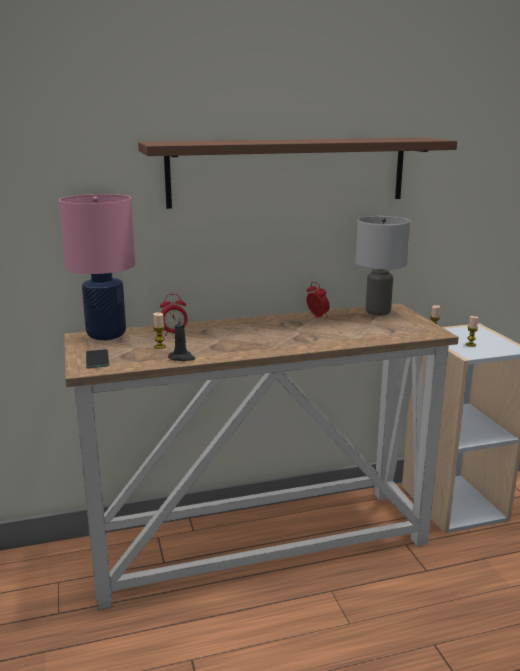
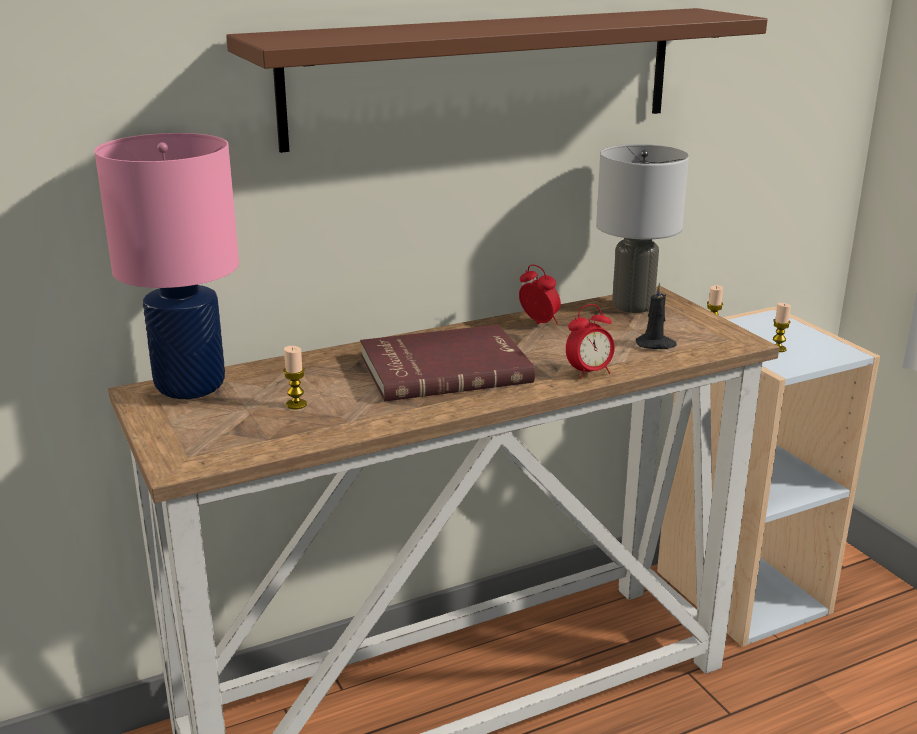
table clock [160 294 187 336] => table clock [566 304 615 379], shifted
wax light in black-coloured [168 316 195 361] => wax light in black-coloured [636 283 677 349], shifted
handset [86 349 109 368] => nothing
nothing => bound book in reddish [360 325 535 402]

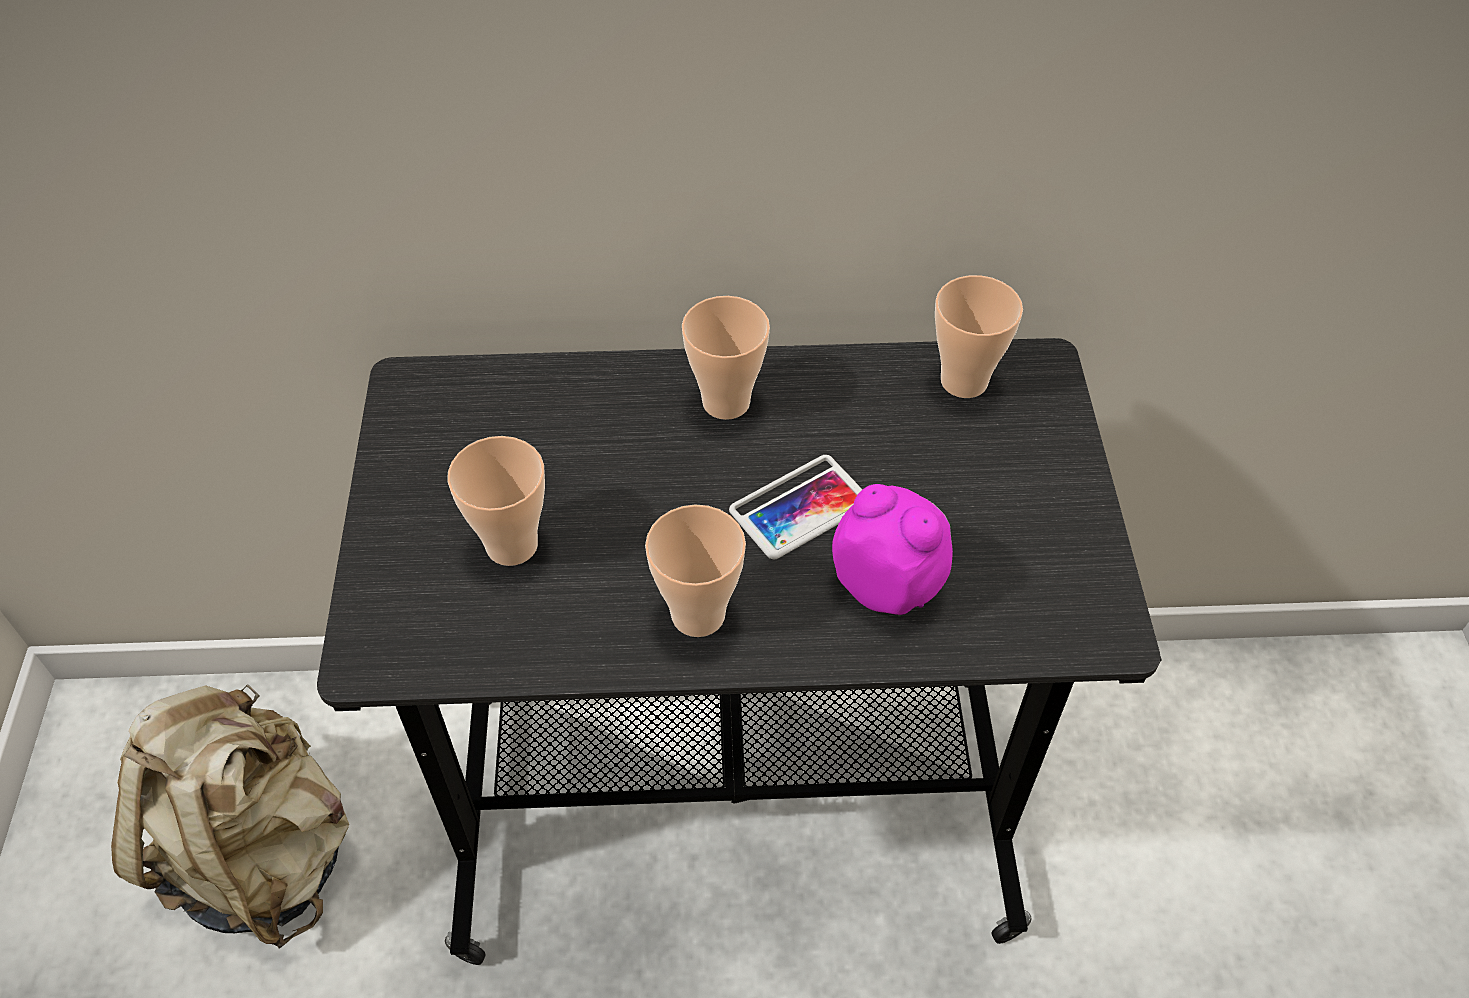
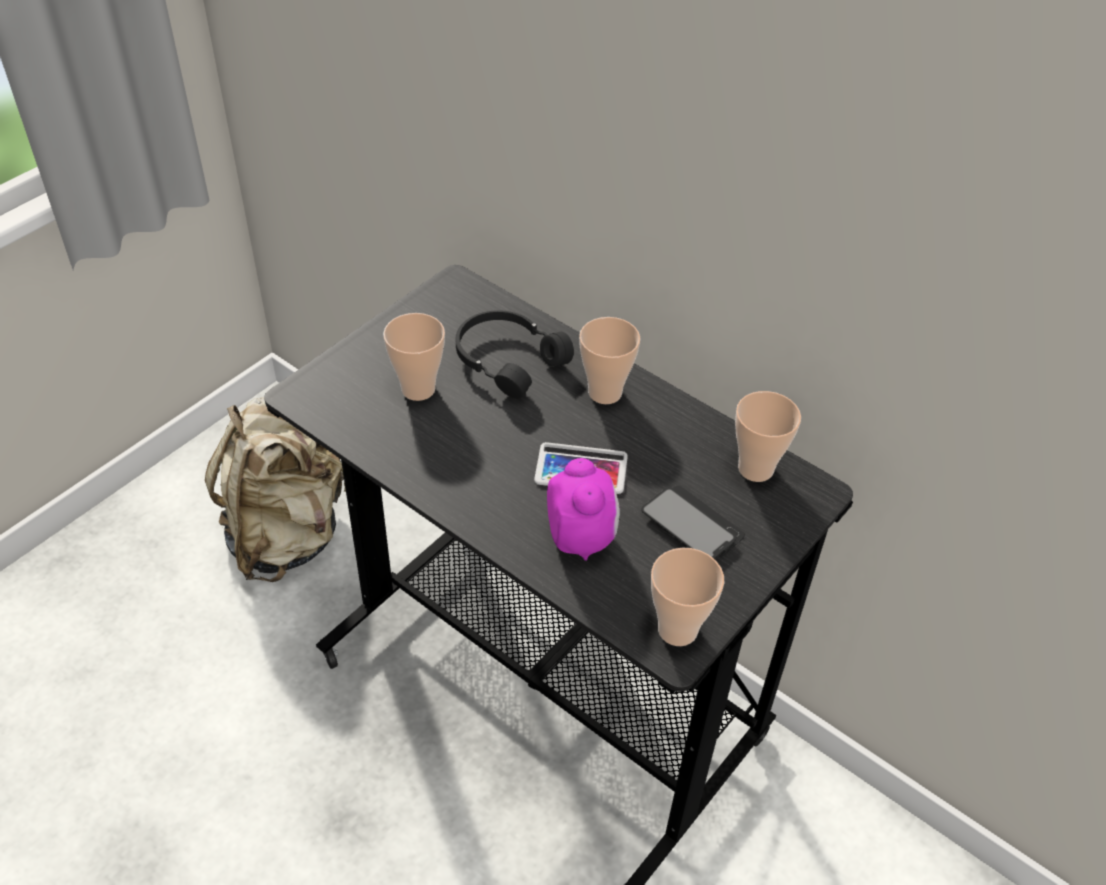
small cup [645 504 746 637] => small cup [651 548 724 646], shifted
nothing => pair of headphones in black-coloured [455 310 574 399]
nothing => handset [641 485 745 559]

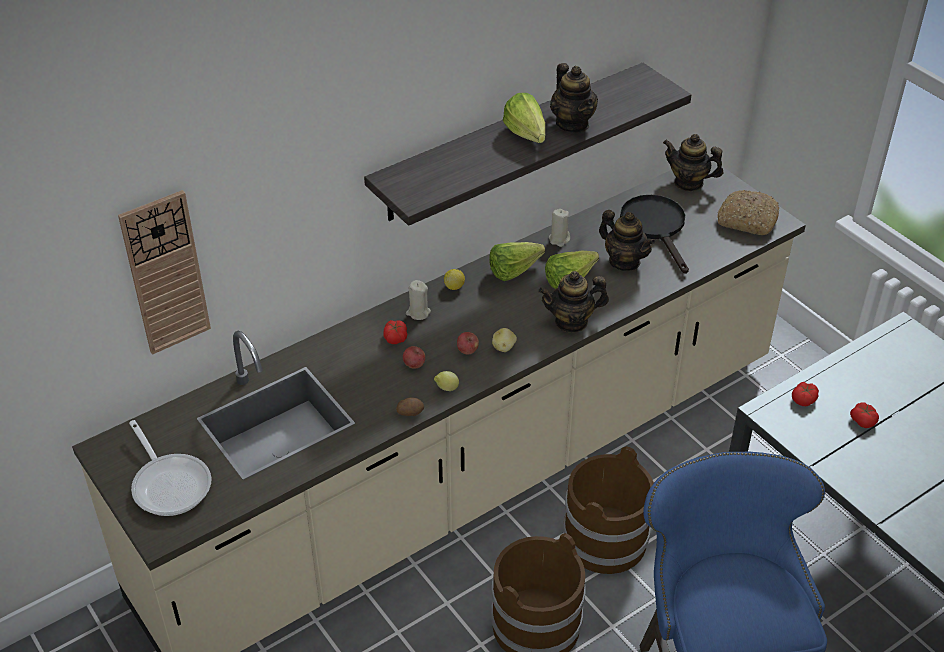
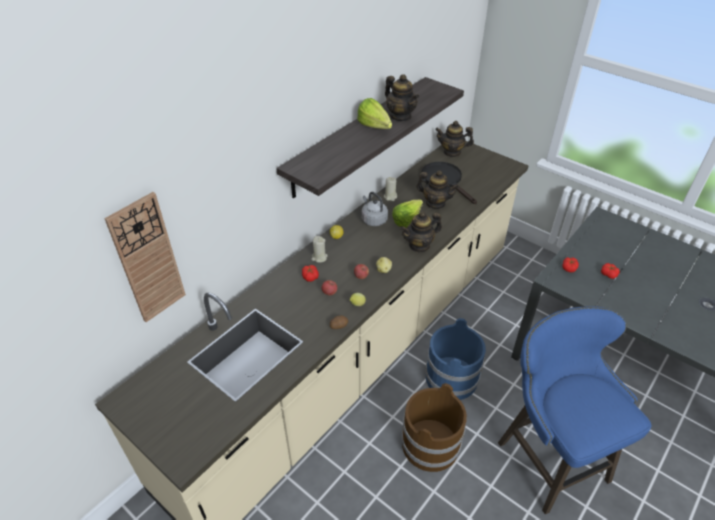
baked bread [717 190 779 235] => nothing
head of lettuce [489 242 545 281] => kettle in grey [361 192 388 226]
pan [129 420 211 516] => nothing
pail in brown [563 446 654 574] => pail in blue [425 318 486 400]

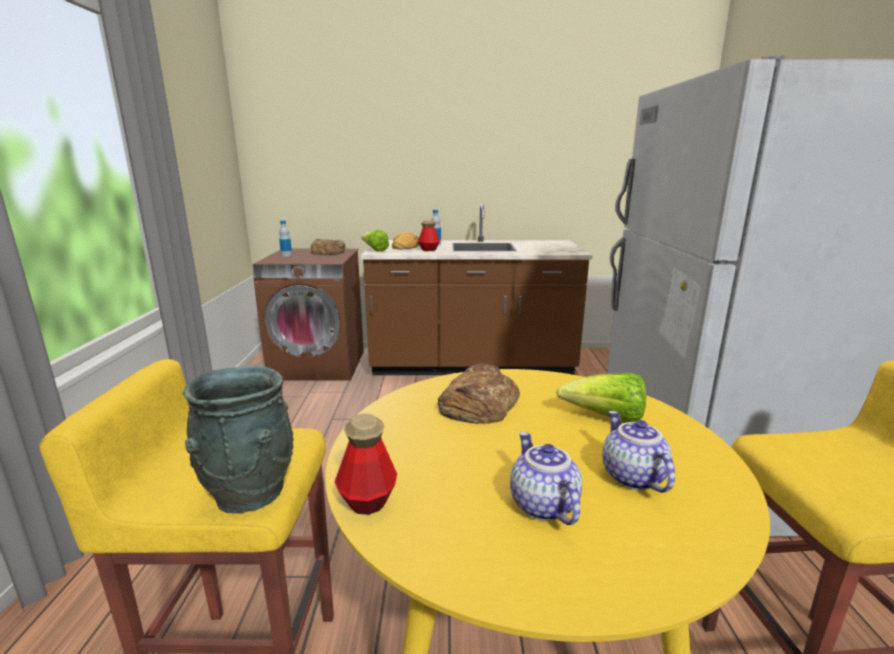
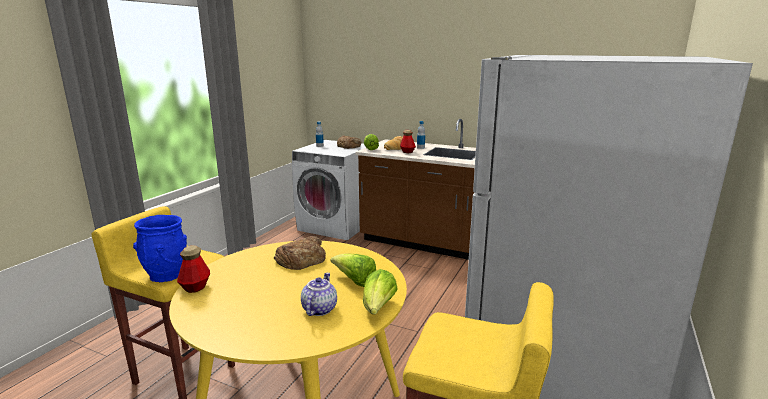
laundry machine in brown [253 249 364 381] => laundry machine in whitish [292 140 366 240]
decorative vase in grey [182 365 294 514] => decorative vase in blue [133 215 187 282]
teapot [510 432 582 525] => nothing
nothing => head of lettuce [363 269 398 314]

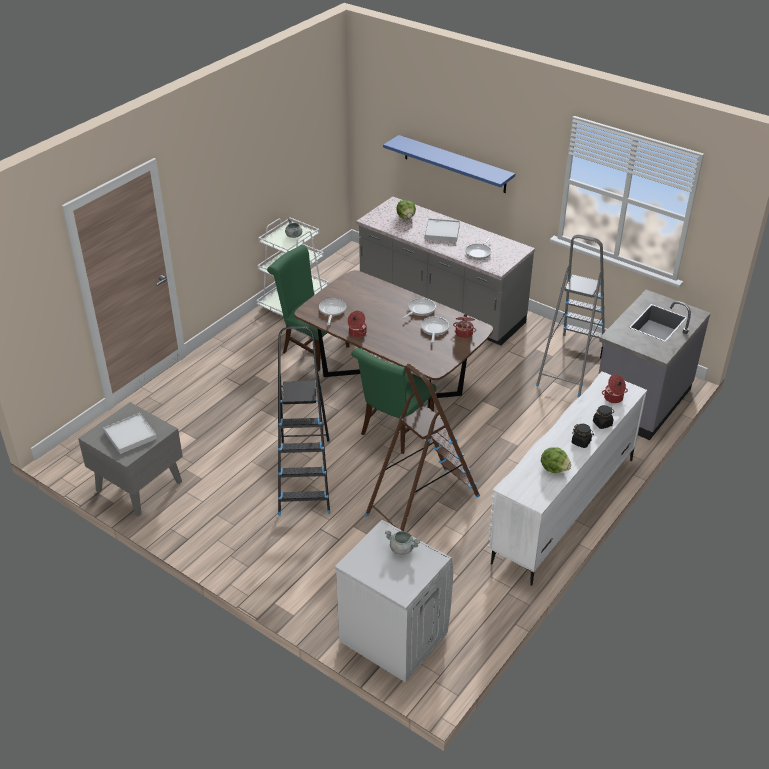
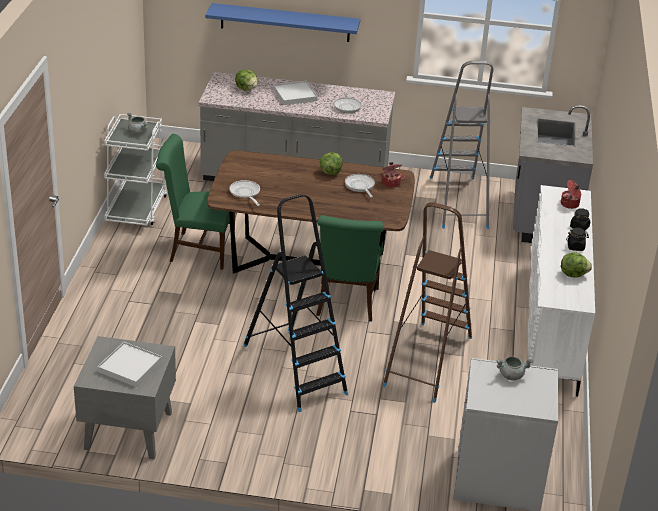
pan [403 298 436 319] => head of lettuce [320 152 342 175]
cooking pot [347 311 366 338] => nothing

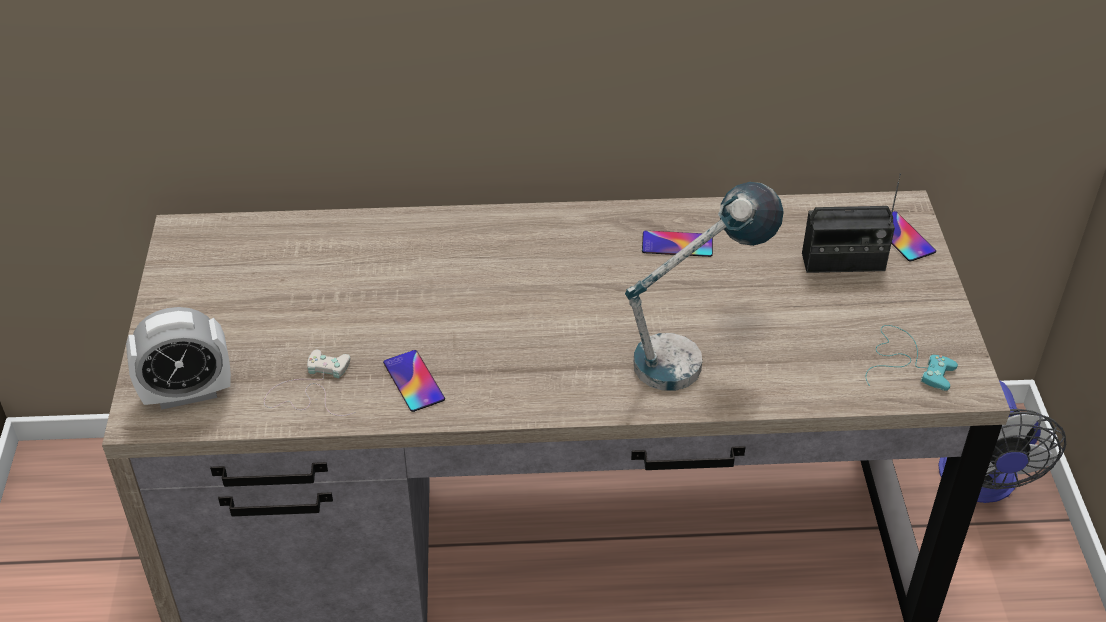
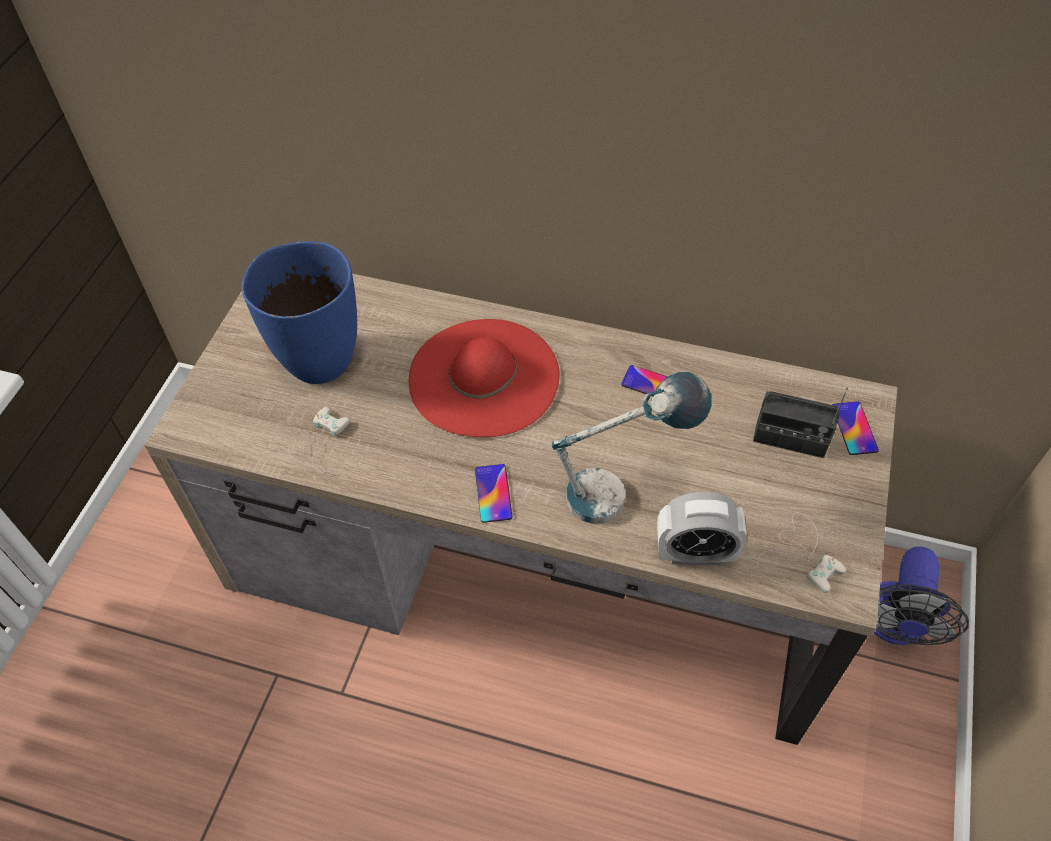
table clock [126 307 231 410] => table clock [657 492 747 566], shifted
gamepad in turquoise [866 325 958 391] => gamepad in whitish [757 513 846 593]
handset [383 350 445 412] => handset [475 464 513 523], shifted
nothing => decorative vase in blue [242 241 357 384]
nothing => wearable hat in reddish [409 319 560 437]

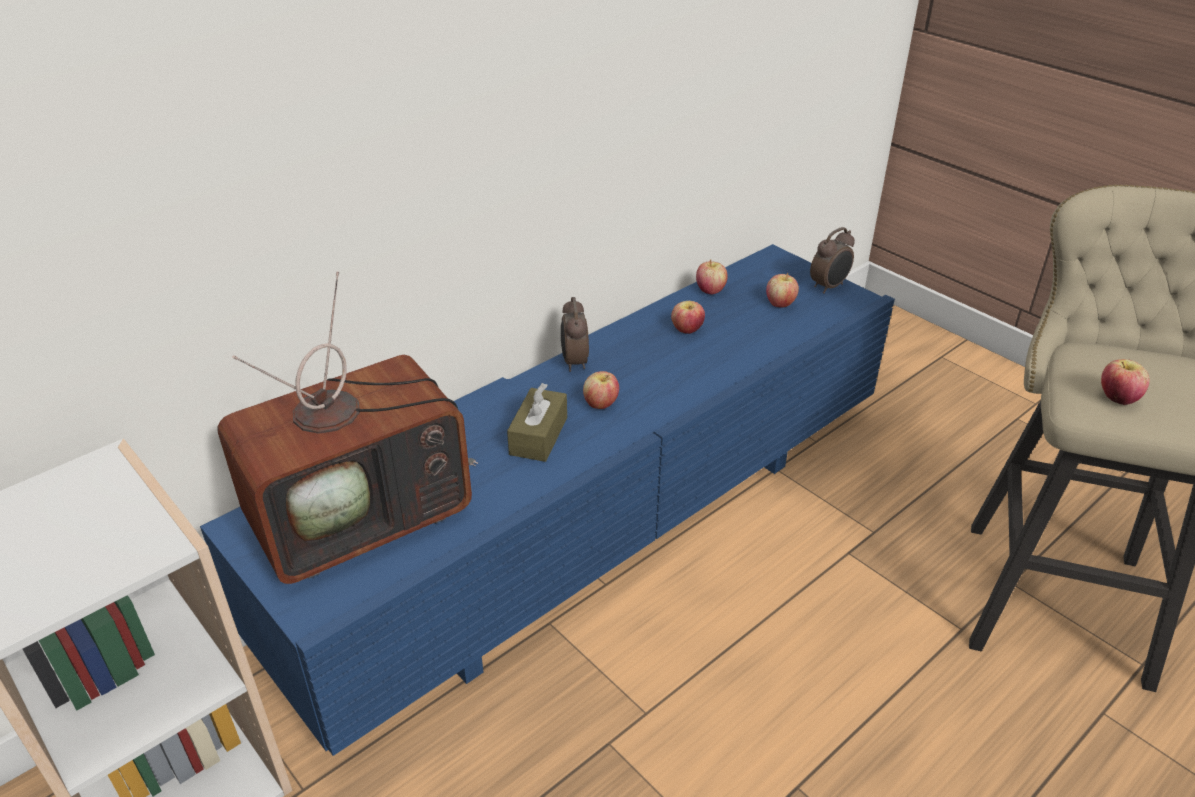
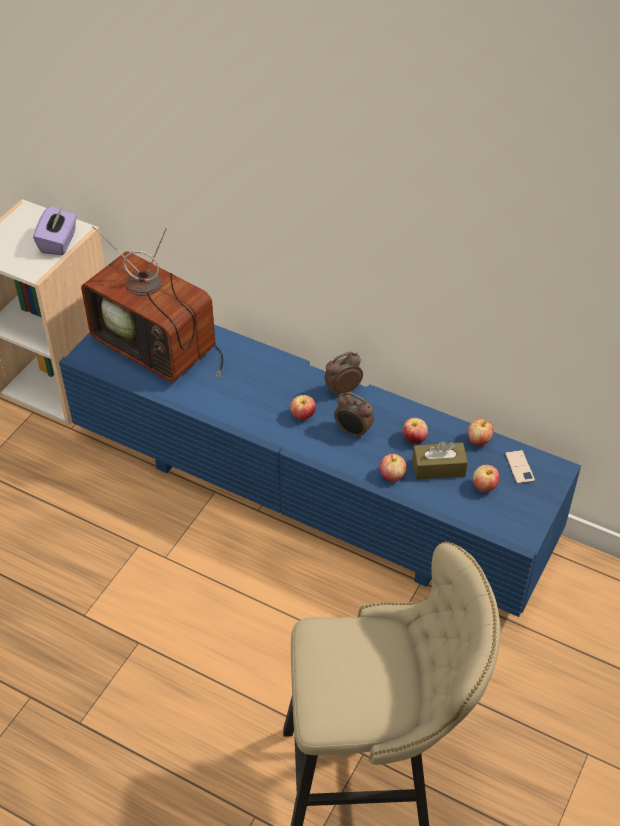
table clock [810 227 855 294] => table clock [334 392 374 439], shifted
apple [1101 359 1150 405] => apple [380 454 407 482], shifted
box of tissues in brown [507 383 567 462] => box of tissues in brown [412 441 468 480], shifted
nothing => box of tissues in purplish [33 206 77 255]
nothing => handset [505 450 535 484]

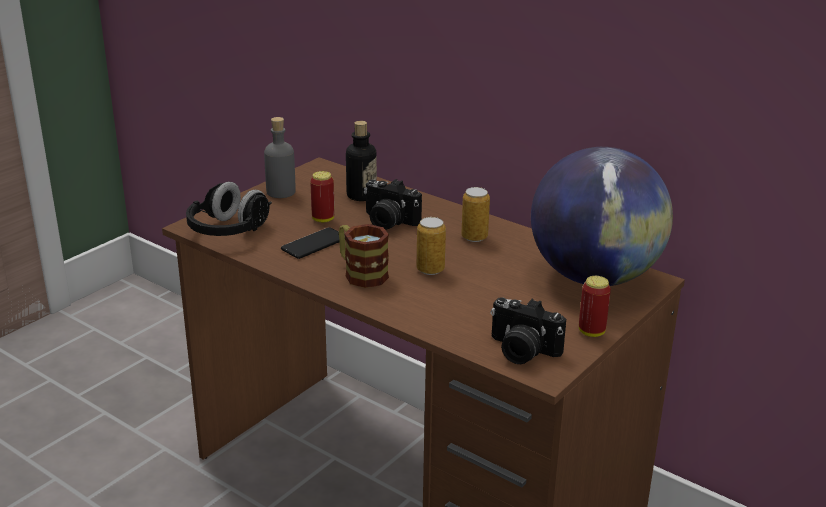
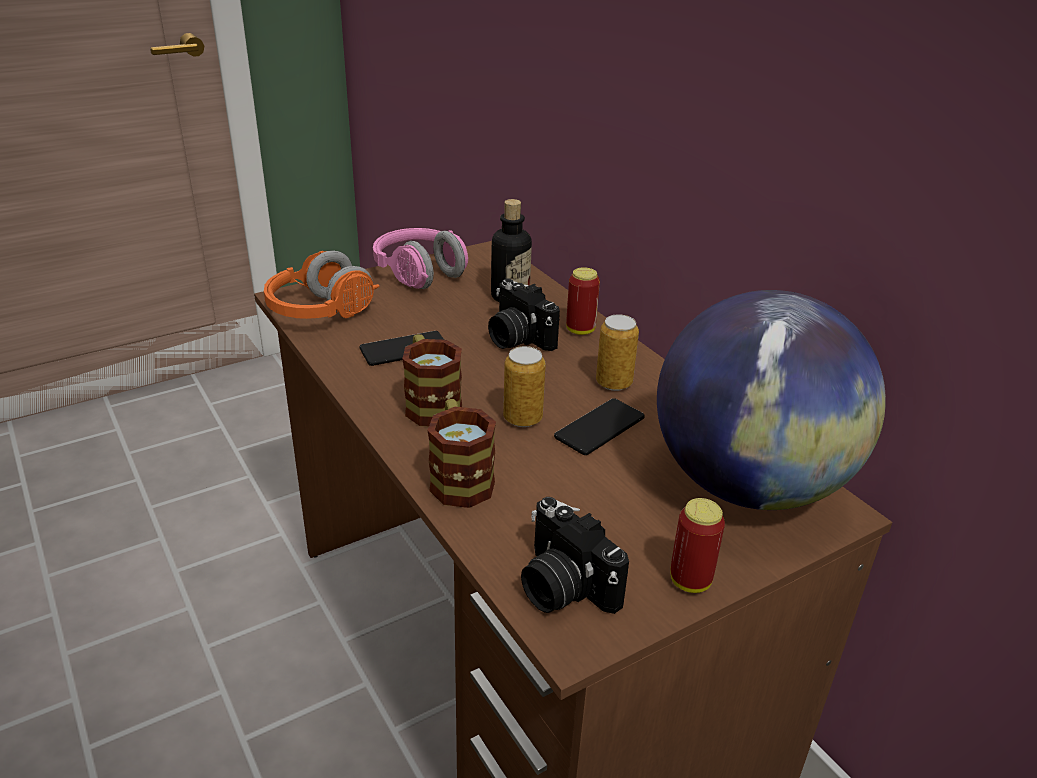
bottle in grey [264 117 296 198] => pair of headphones in pinkish [373 228 468 289]
metal can [310 171 335 222] => metal can [566 267 600 335], shifted
pair of headphones in black-coloured [186 182 272 236] => pair of headphones in orangey [264 250 380 319]
nothing => handset [554 398 645 455]
nothing => mug [427 399 496 508]

